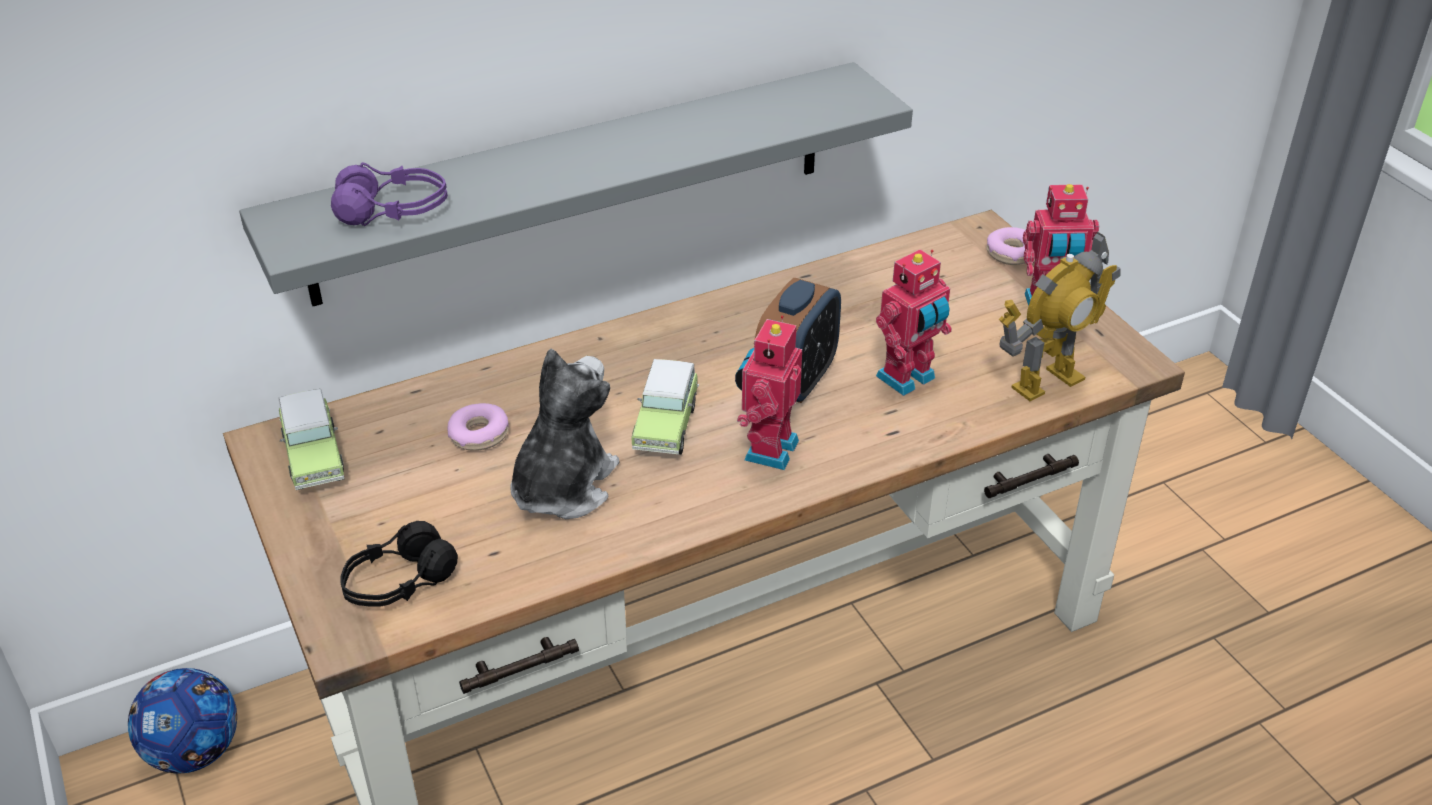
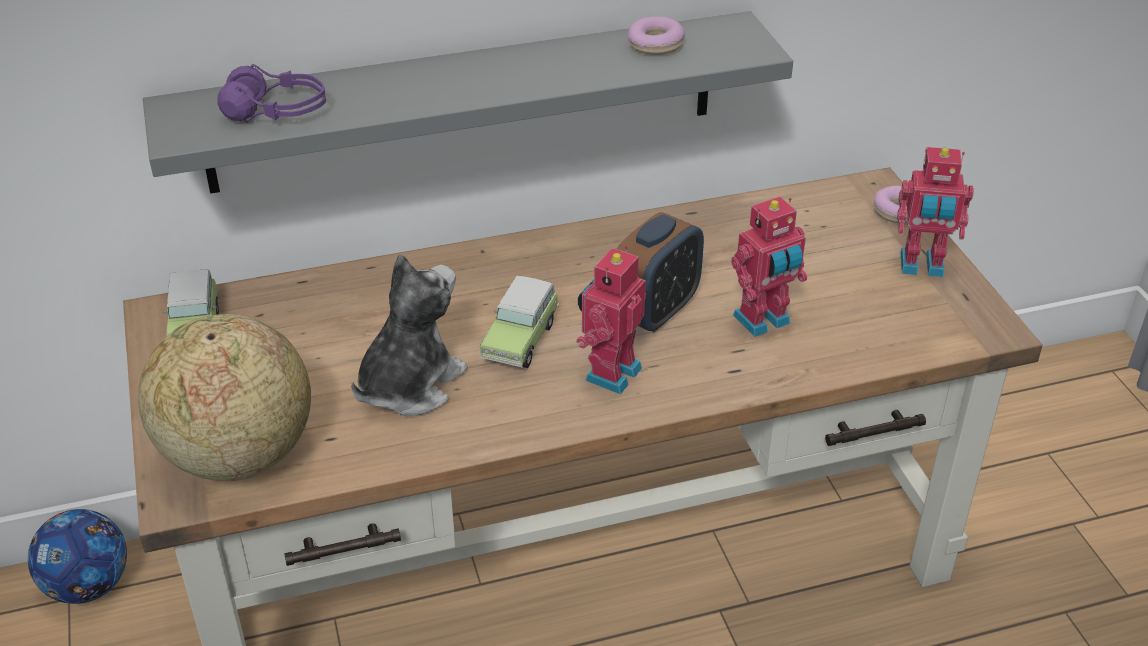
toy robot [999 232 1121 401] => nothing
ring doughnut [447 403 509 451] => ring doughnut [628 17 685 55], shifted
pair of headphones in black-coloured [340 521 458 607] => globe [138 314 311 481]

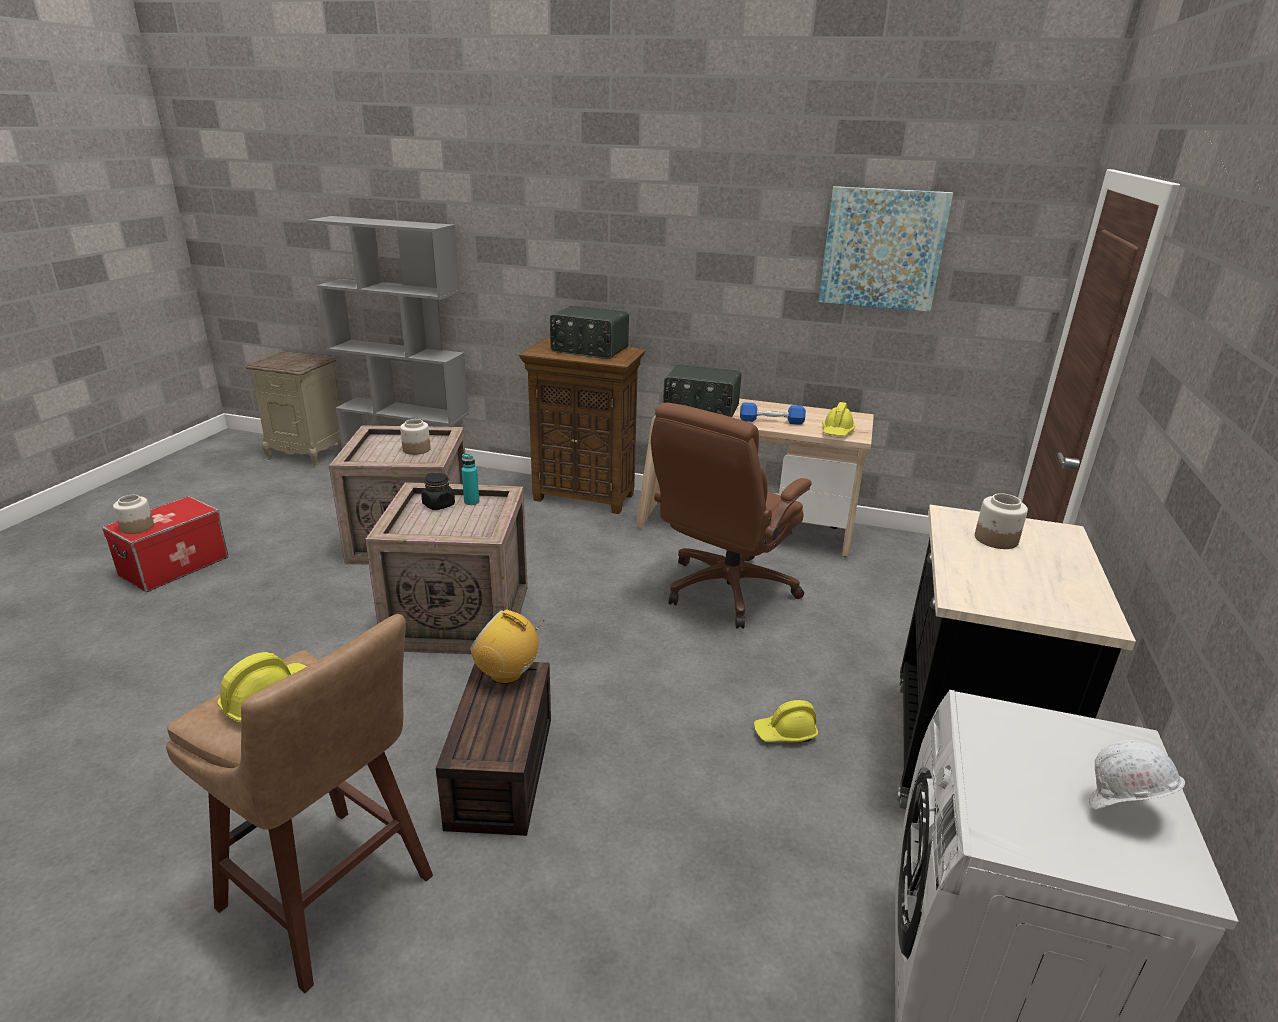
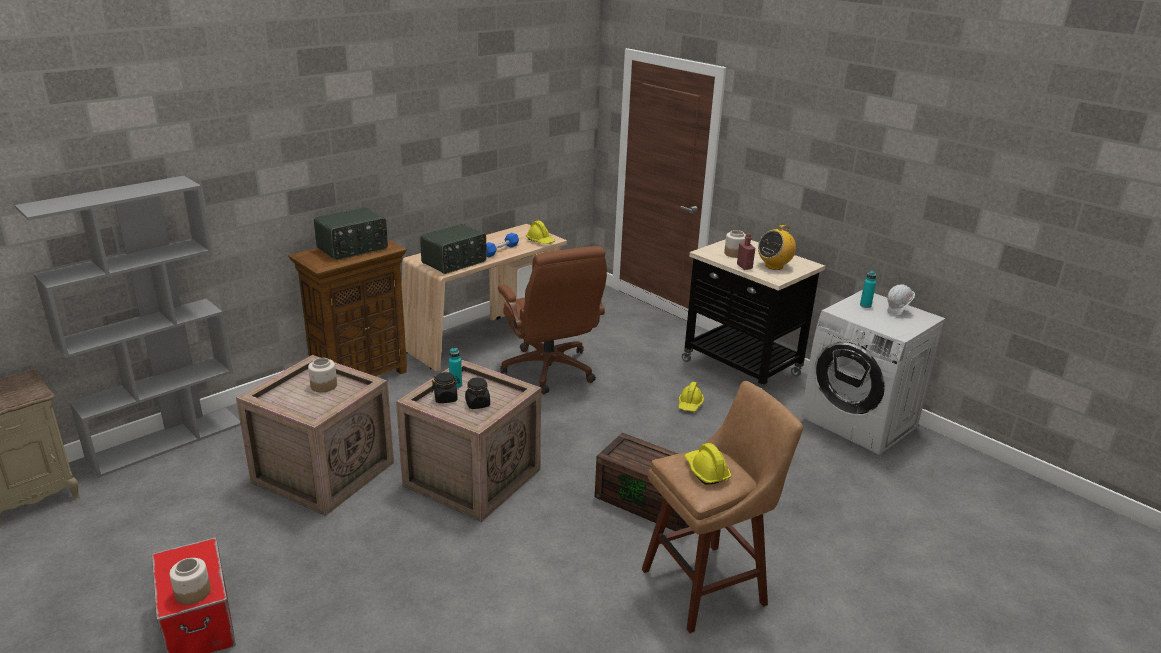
picture [818 186 953 312] => nothing
radio set [470 610 544 684] => radio set [758 225 796 270], shifted
nothing => bottle in reddish [737 233 755 270]
nothing => bottle in turquoise [860 270 876 308]
nothing => preserve jar in black-coloured [465 377 490 409]

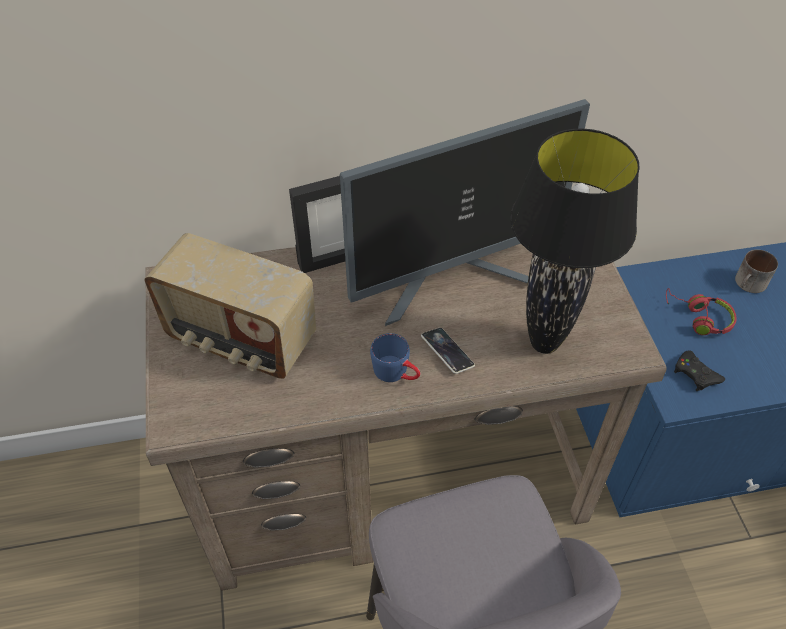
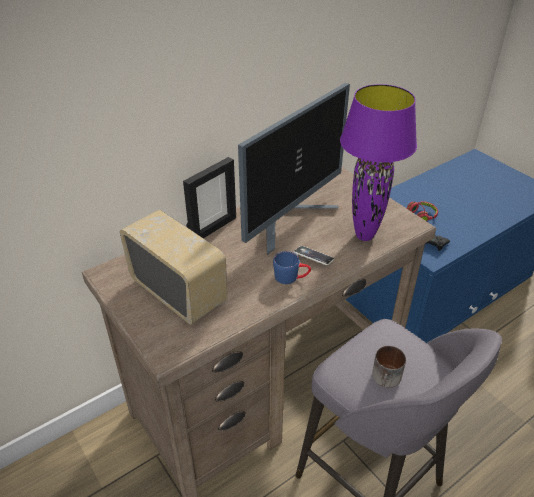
table lamp in black-coloured [510 129 640 354] => table lamp in purplish [340 84 417 241]
radio set [144 233 316 379] => radio set [120 210 227 324], 135 degrees counterclockwise
mug [735 249 778 293] => mug [372 346 406 387], shifted

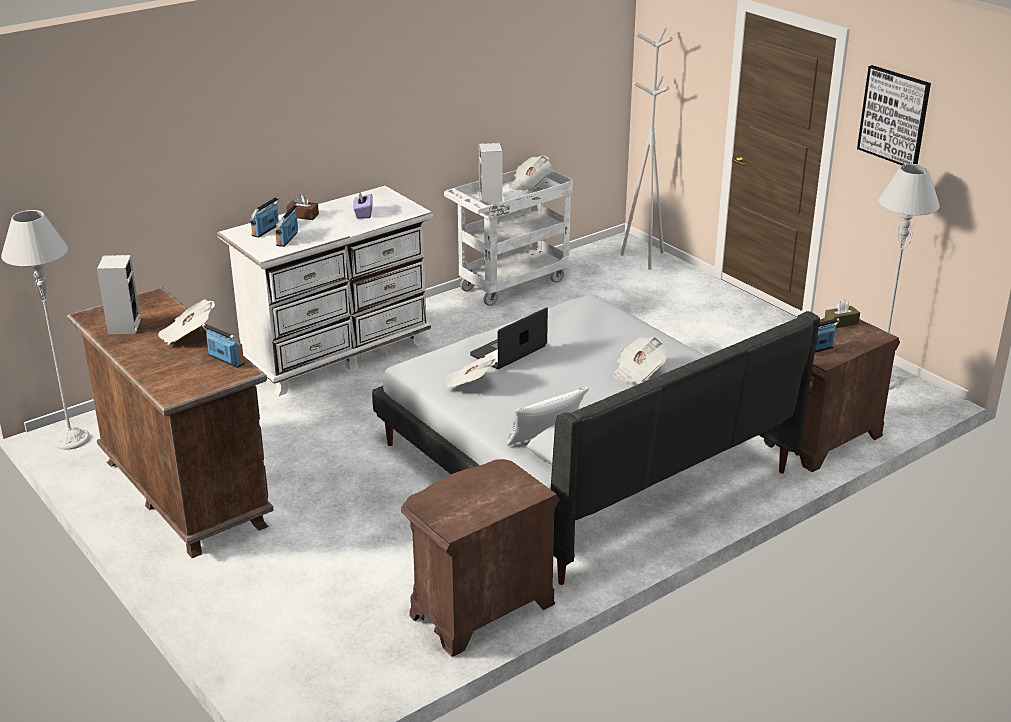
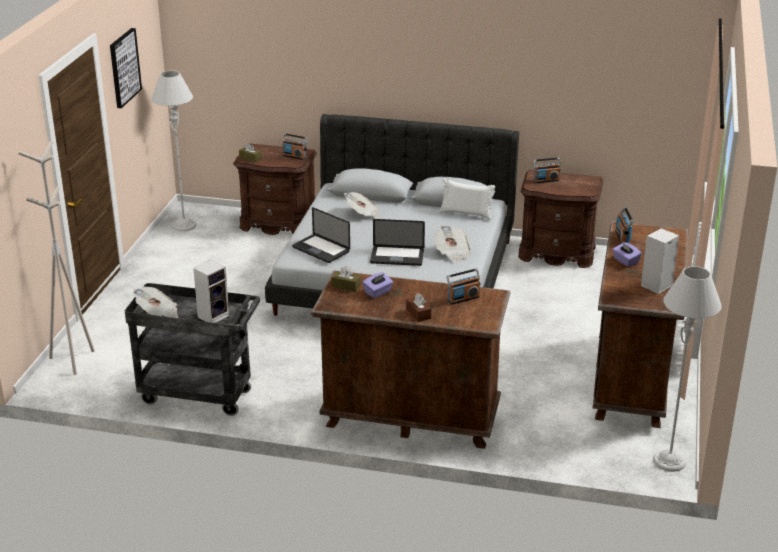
wheeled cart in whitish [444 170 573 306] => wheeled cart in black-coloured [125 283 260 416]
dresser in whitish [217 186 433 396] => dresser in brown [311 271 511 449]
radio set [250 197 279 238] => radio set [533 158 560 183], shifted
printed paper [158 299 215 345] => box of tissues in purplish [612 242 642 267]
nothing => notebook computer [292 207 350 263]
nothing => box of tissues in brown [331 266 361 292]

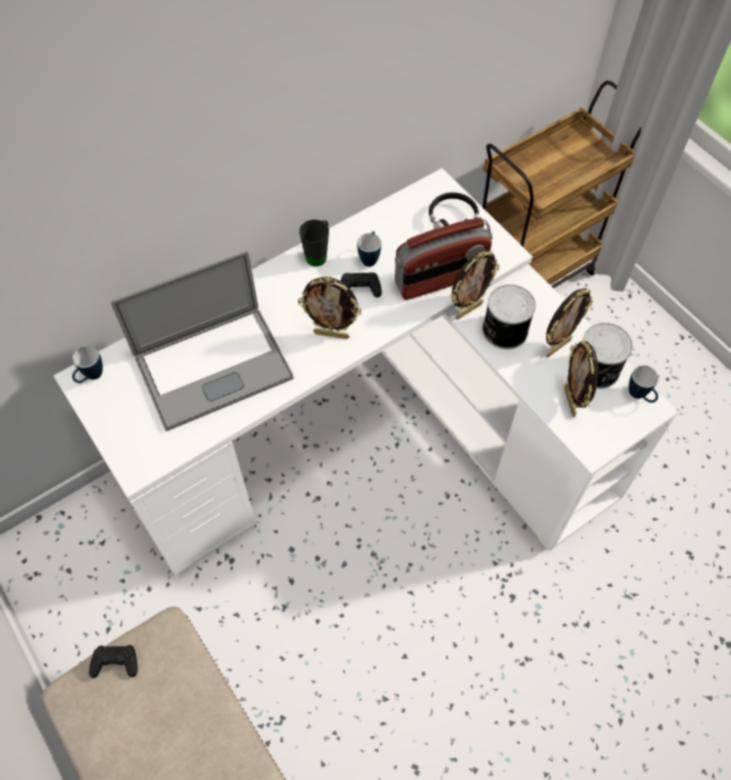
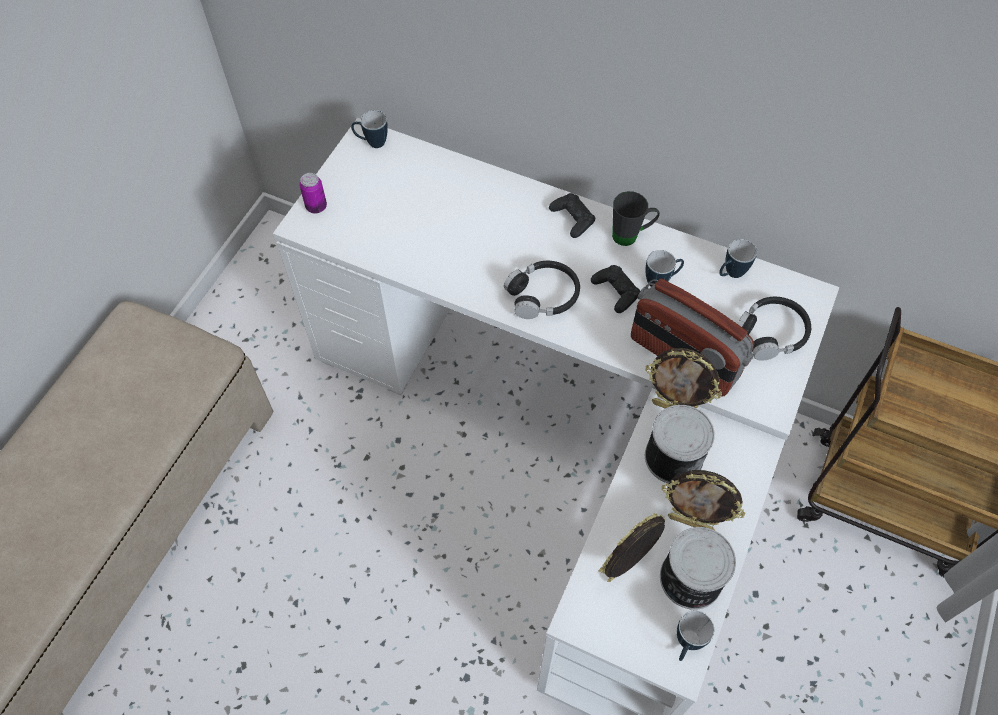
notebook computer [111 251 294 431] => nothing
picture frame [298 277 362 339] => pair of headphones in black-coloured [504 261 580 319]
gamepad in black-coloured [89 645 138 678] => gamepad in black-coloured [549 193 595 238], shifted
nothing => metal can [299 173 327 214]
nothing => mug [719 239 757 278]

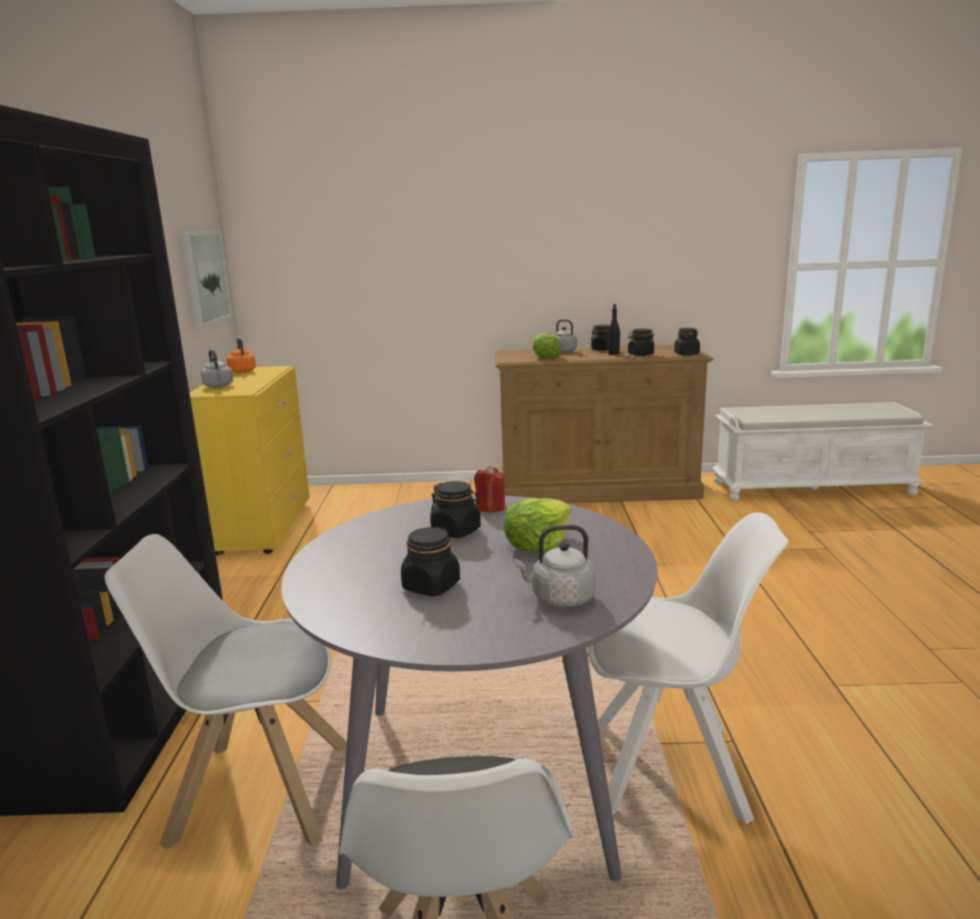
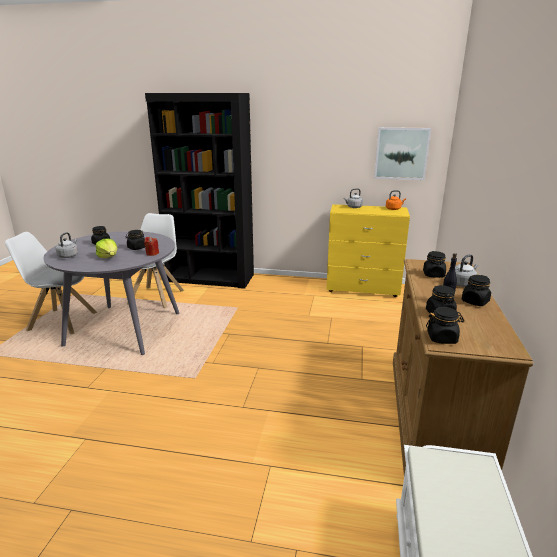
head of lettuce [532 333 560 358] => preserve jar in black-coloured [423 251 446 278]
plain chair in whitish [588 512 789 825] => nothing

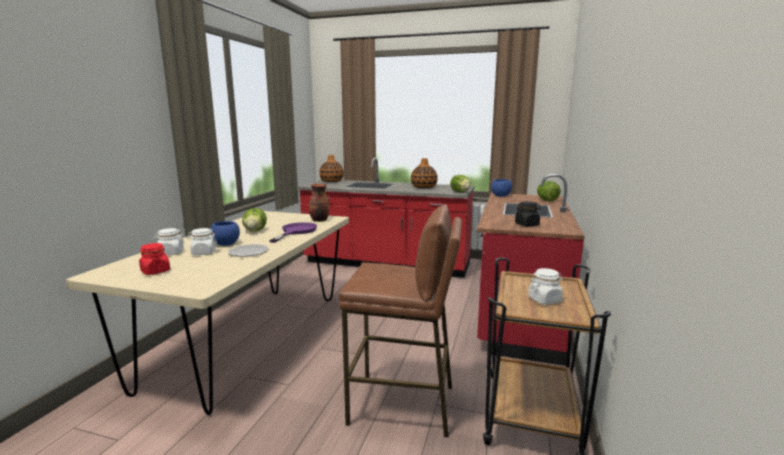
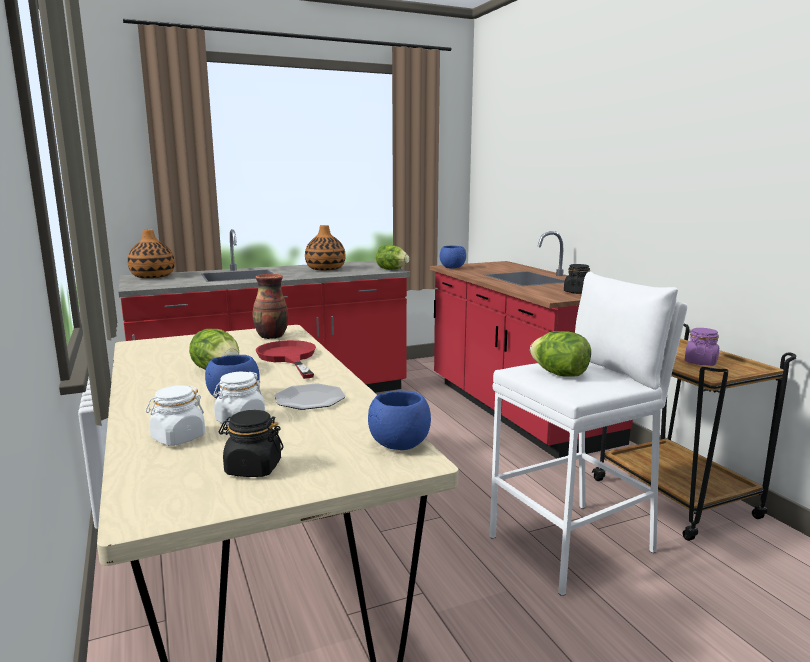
head of lettuce [537 181 561 201] => head of lettuce [530 331 591 376], shifted
stool seat in brown [339 204 462 437] => stool seat in whitish [489 272 687 596]
pan in purplish [269 222 317 243] => pan in reddish [256 340 316 379]
preserve jar in reddish [139 243 170 275] => preserve jar in black-coloured [219 410 283 477]
preserve jar in whitish [528 268 563 304] => preserve jar in purplish [685 328 719 366]
nothing => bowl in blue [368 391 431 450]

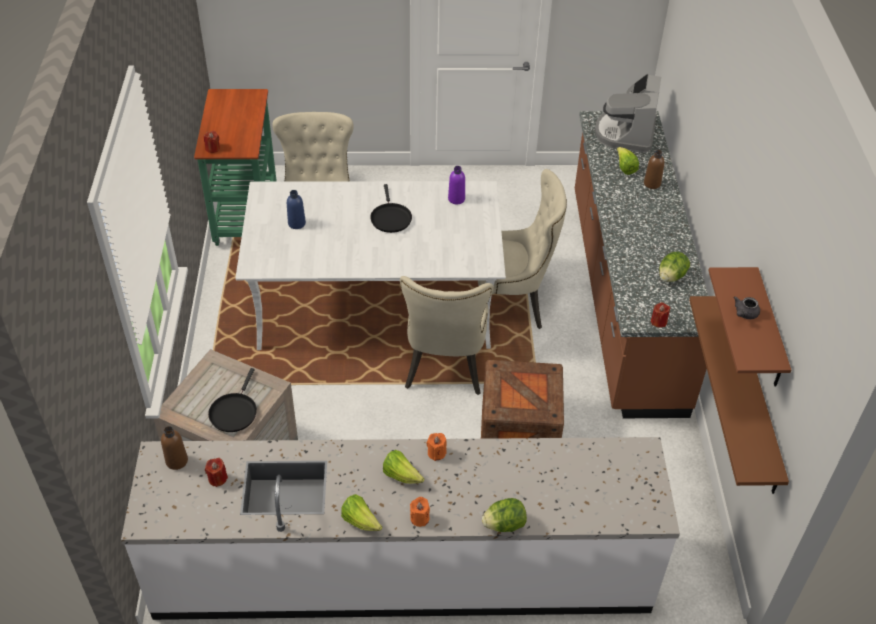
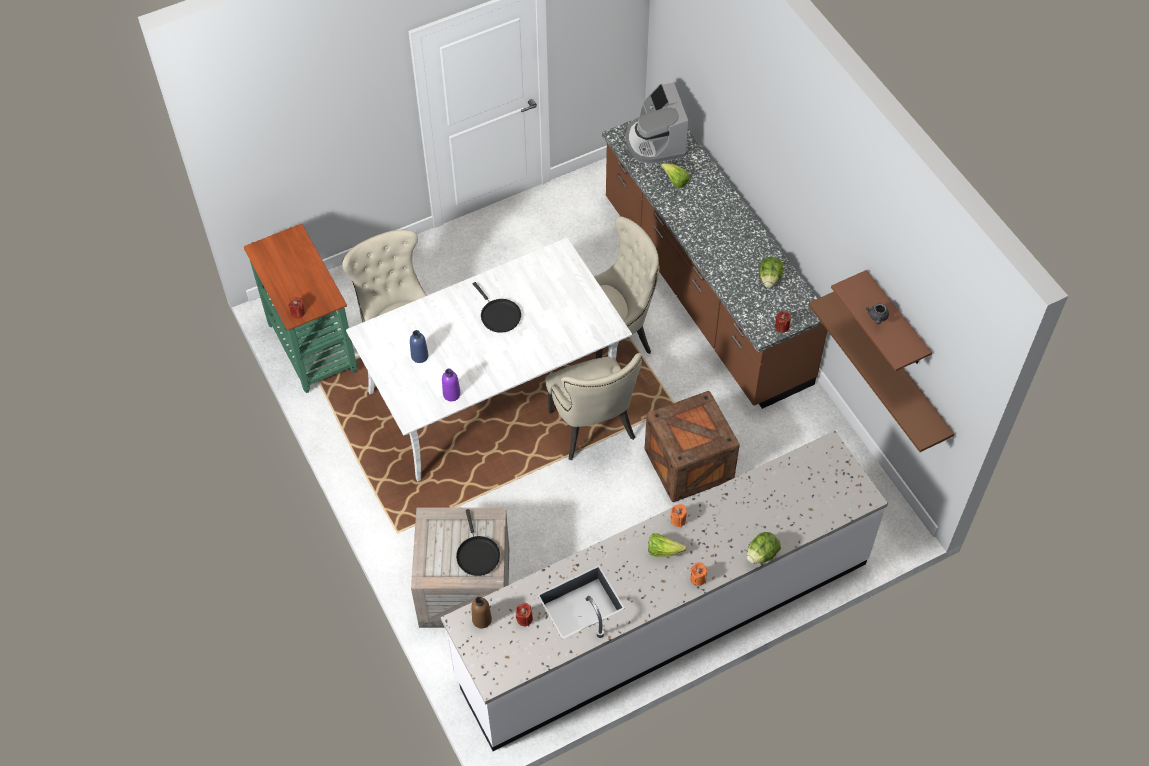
bottle in brown [644 150 665 189] => nothing
bottle in purplish [448 166 465 204] => bottle in purplish [442 369 461 401], shifted
head of lettuce [341 494 382 531] => nothing

